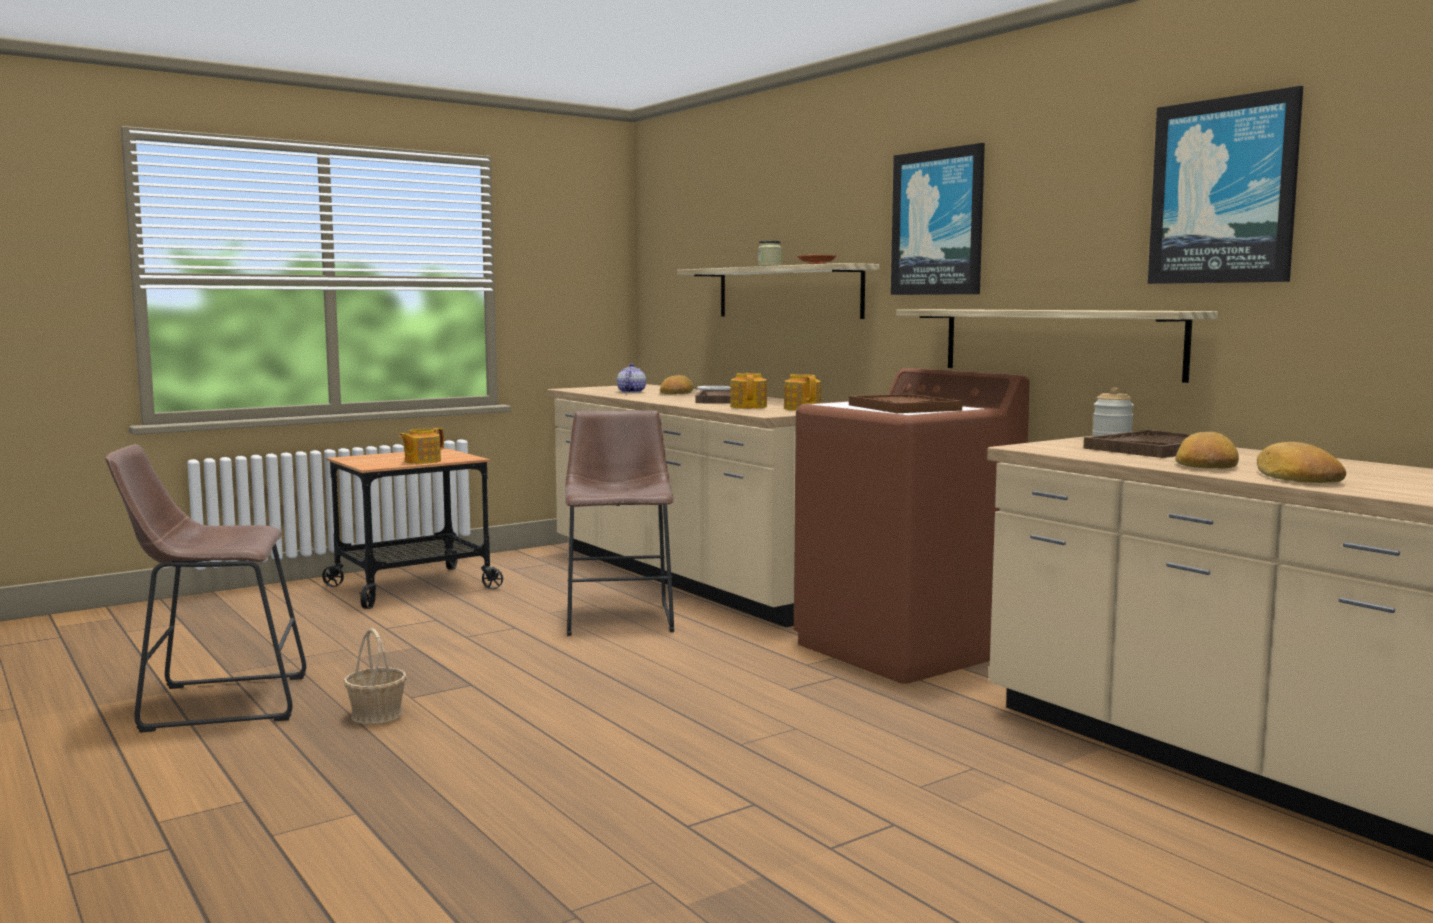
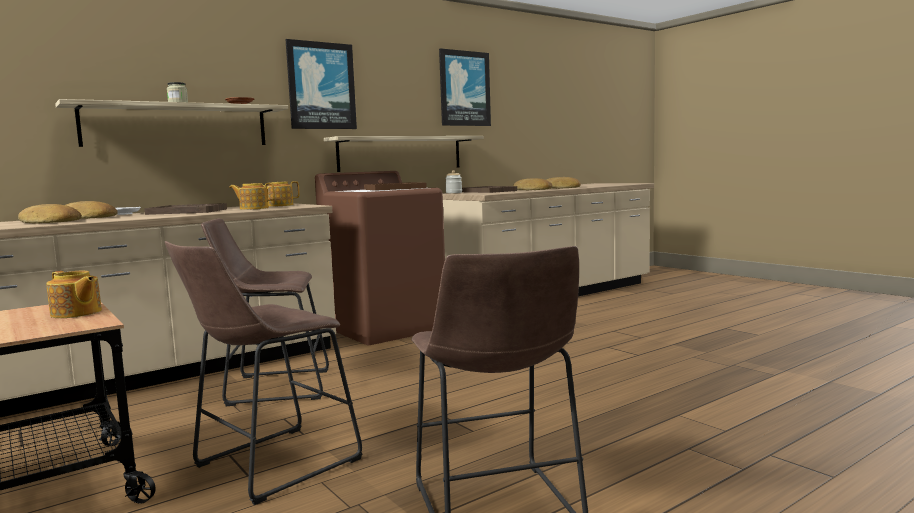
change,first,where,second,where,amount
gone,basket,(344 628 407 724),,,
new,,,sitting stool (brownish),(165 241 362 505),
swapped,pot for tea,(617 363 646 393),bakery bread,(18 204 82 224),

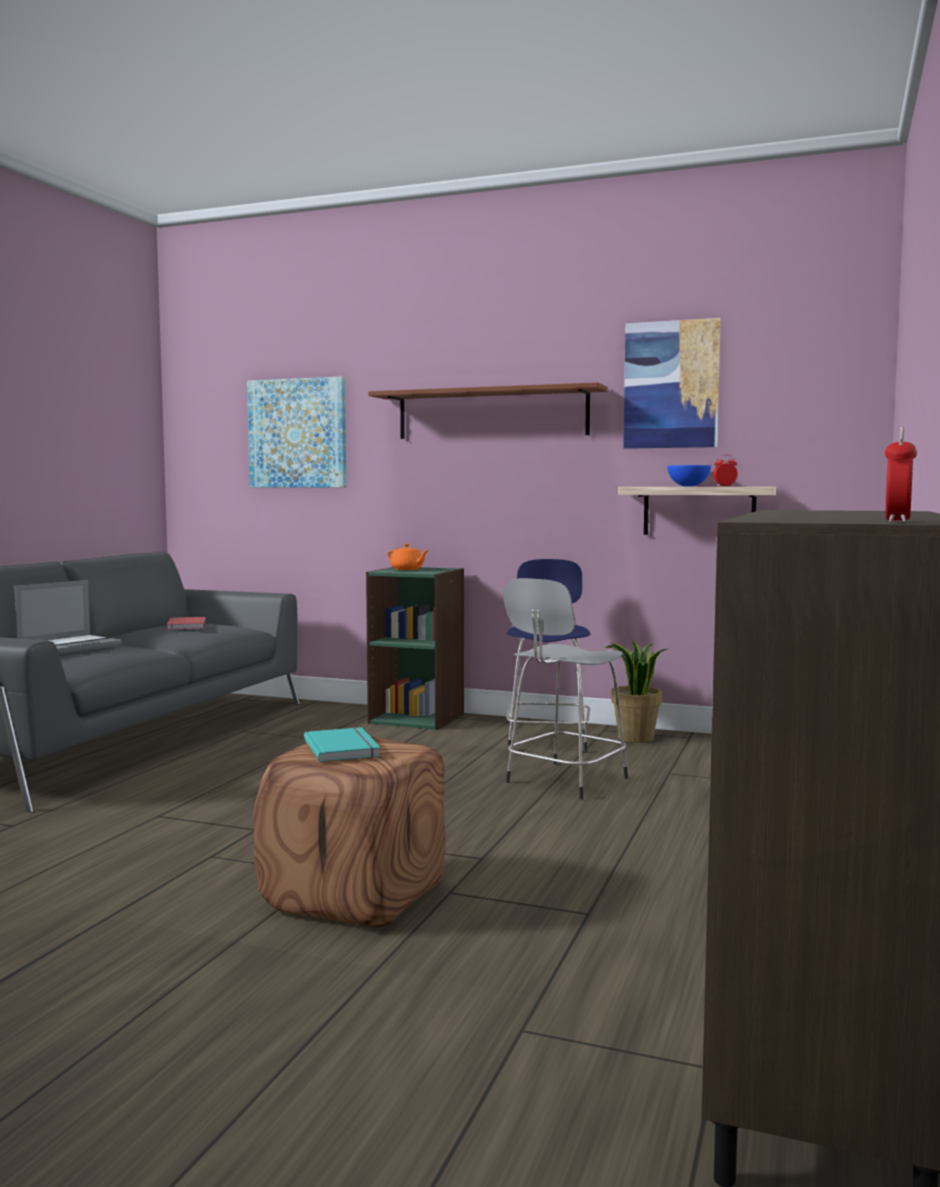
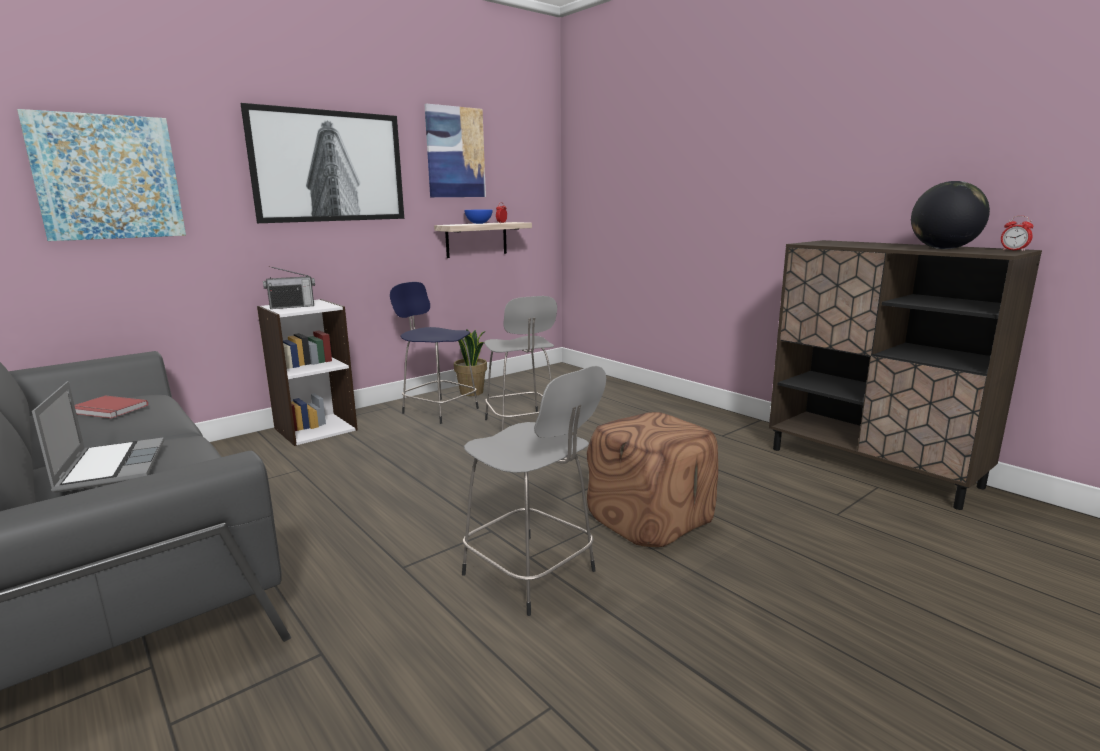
change,first,where,second,where,amount
gone,book (turquoise-coloured),(304 727 381 762),,,
new,,,sitting stool (grey),(462 366 606 616),
new,,,globe,(911 181 990 249),
swapped,bracket shelf (brownish),(368 382 608 439),wall picture,(240 103 404 223),
swapped,pot for tea (orange-coloured),(387 544 429 570),radio receiver,(263 266 315 309),
repainted,bookcase (green-coloured),(366 567 464 730),bookcase (white),(257 299 358 446),

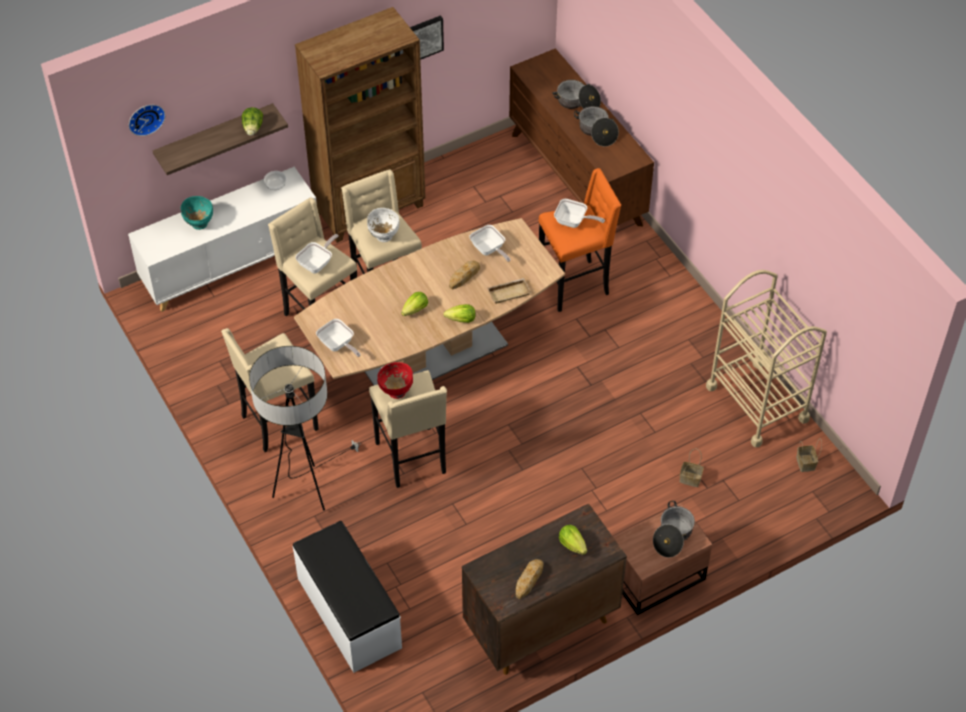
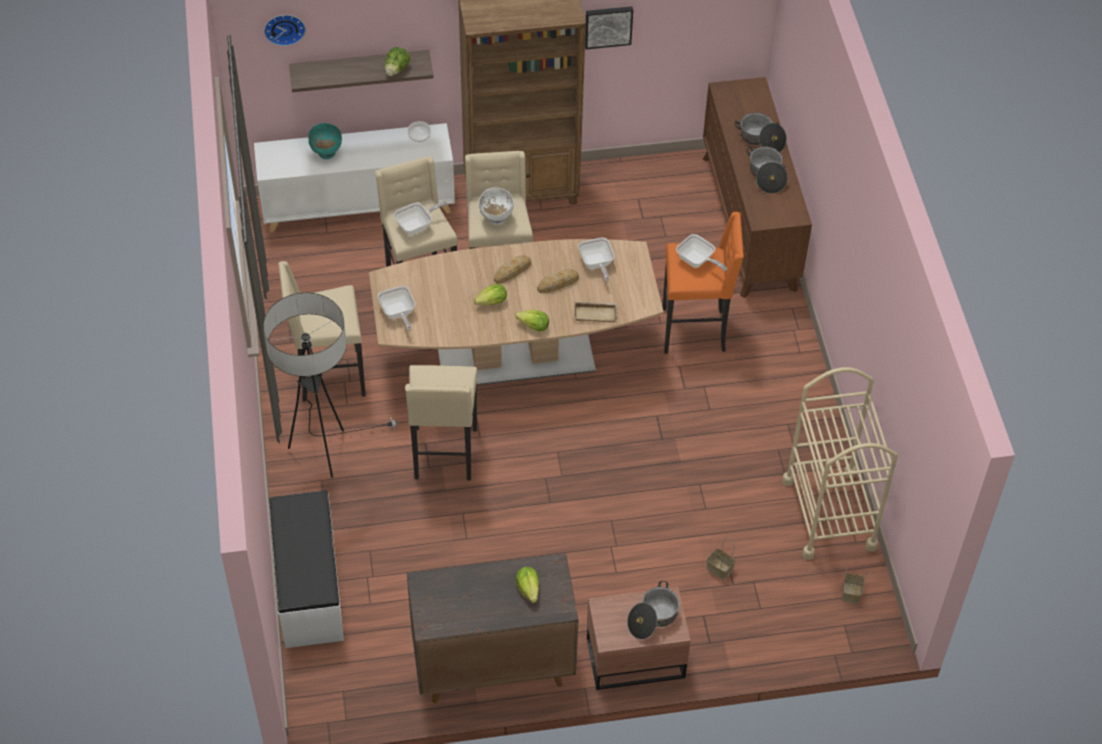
change,first,where,second,where,amount
gone,serving bowl (red-coloured),(377 362 413 399),,,
shifted,bakery bread,(516 559 543 599),,(494 255 531 284),

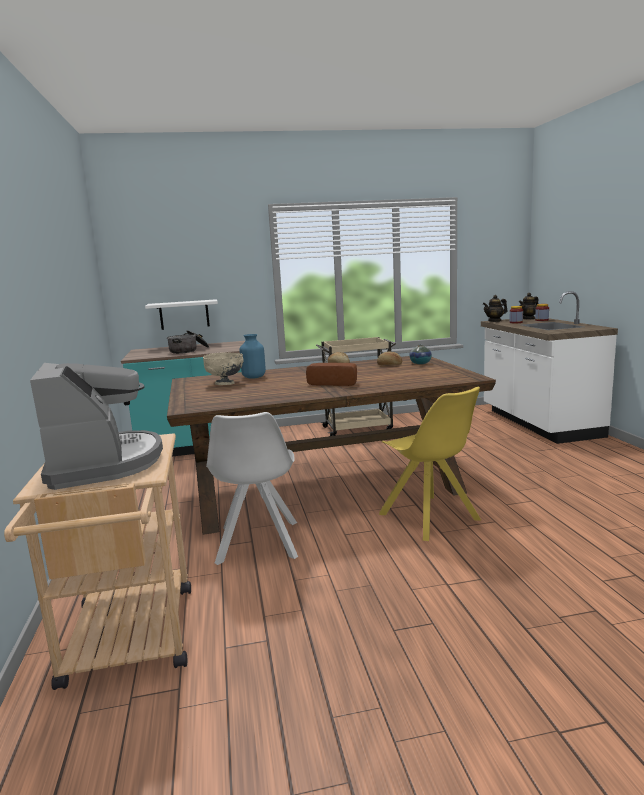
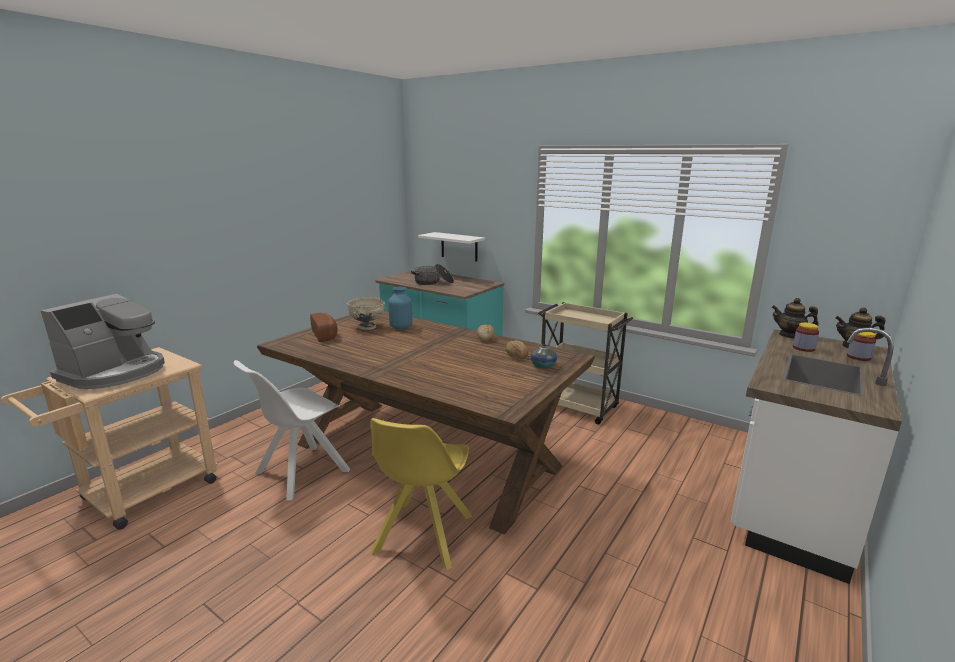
change,first,where,second,where,amount
shifted,bakery bread,(306 363 357 386),,(310 313 338 342),

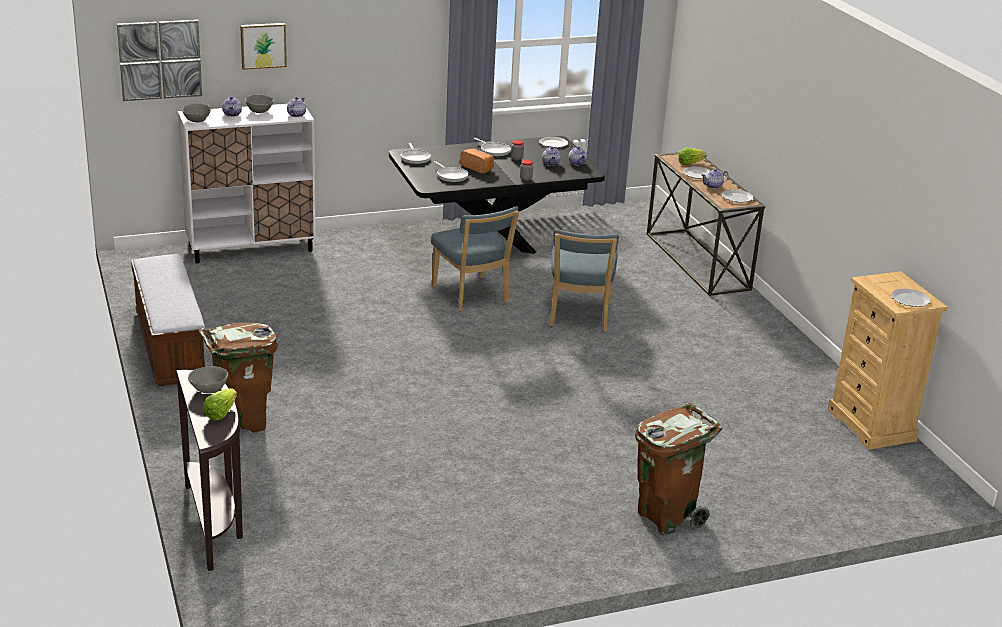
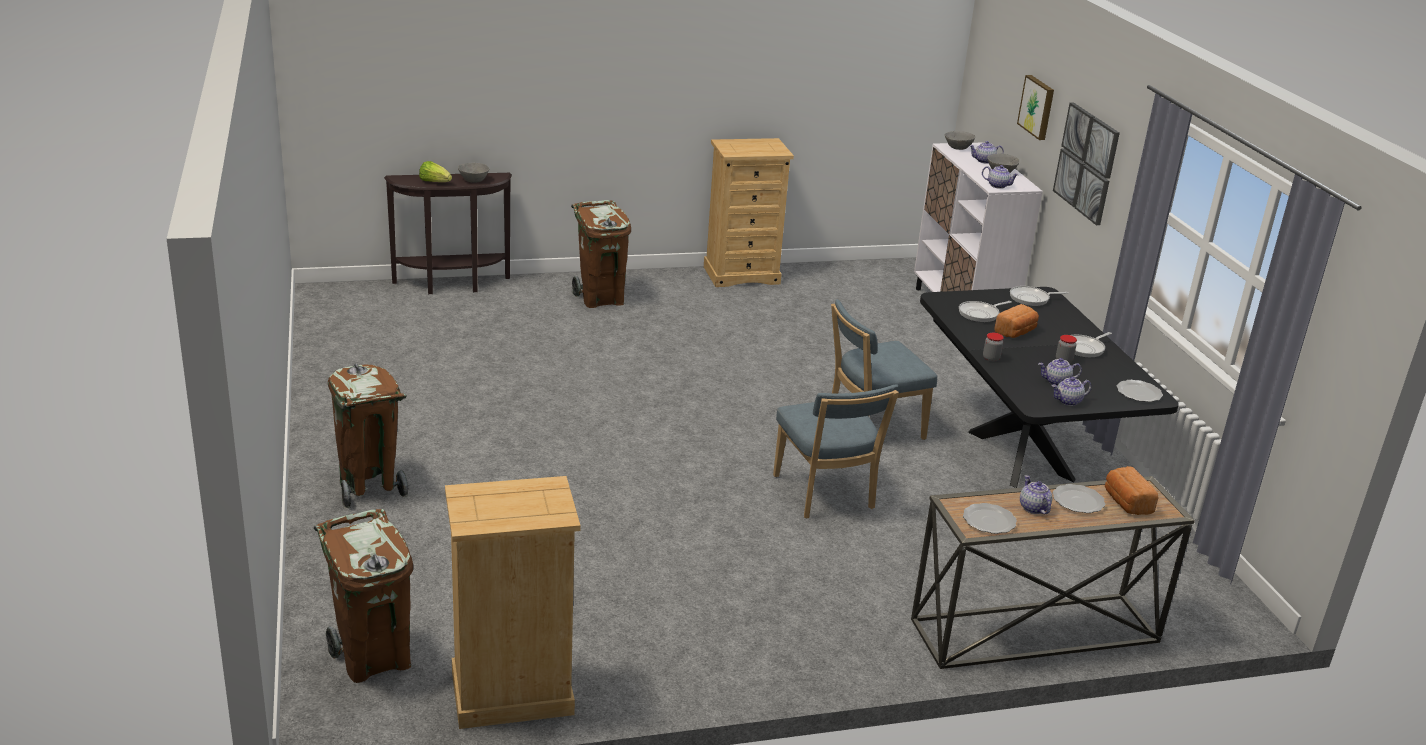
change,first,where,second,where,amount
gone,plate,(891 288 931 307),,,
new,,,waste bin (brownish),(314 509 413 683),
shifted,wall picture,(117 20 202 101),,(1053 102 1120 225),
swapped,bench,(131 254 205 386),drawer chest (sand-coloured),(704 138 794 287),
swapped,lettuce head,(678 148 706 165),bakery bread,(1105 466 1158 515),
rotated,chair (blue-coloured),(550 229 619 331),,(773 384 899 518),120 degrees counterclockwise

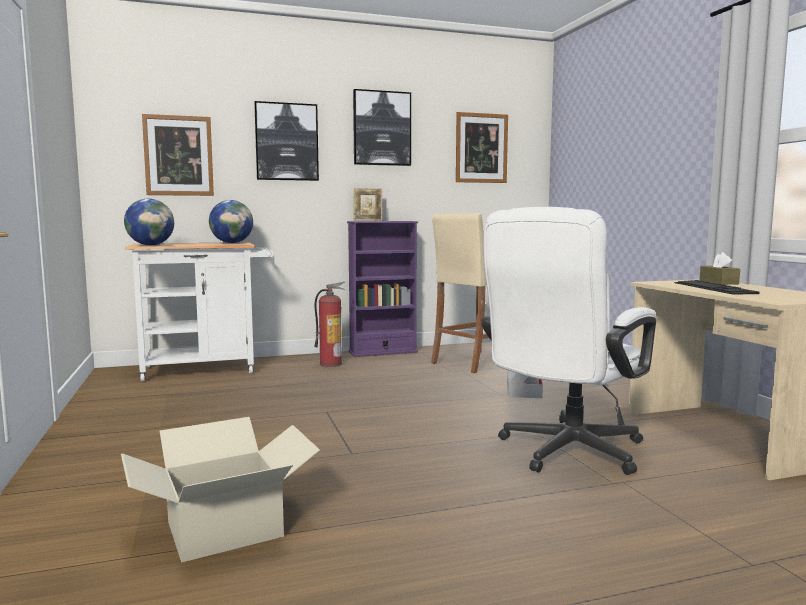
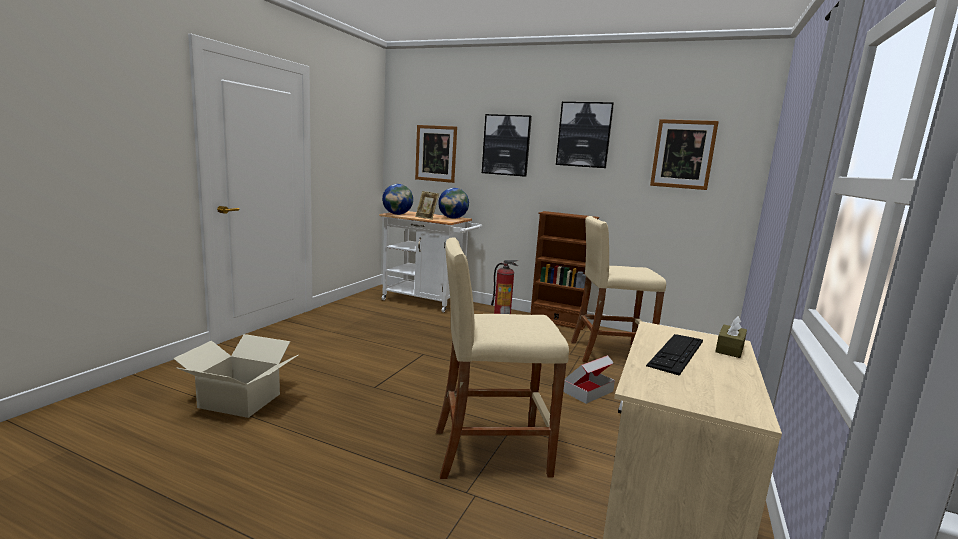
change,first,where,second,where,amount
shifted,picture frame,(354 188 382 221),,(415 191 439 220),
swapped,office chair (white),(481 207 656 475),sitting stool (sand-coloured),(436 237 569 479),
repainted,bookcase (purple),(347 221 418 357),bookcase (brownish),(530 211 599 330),

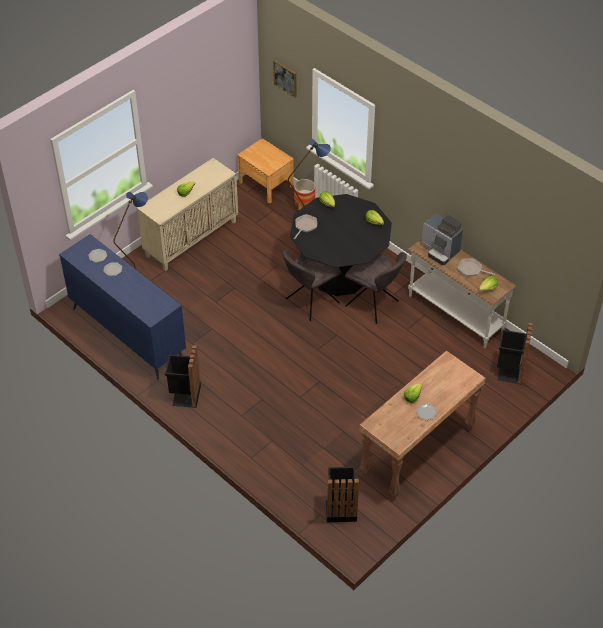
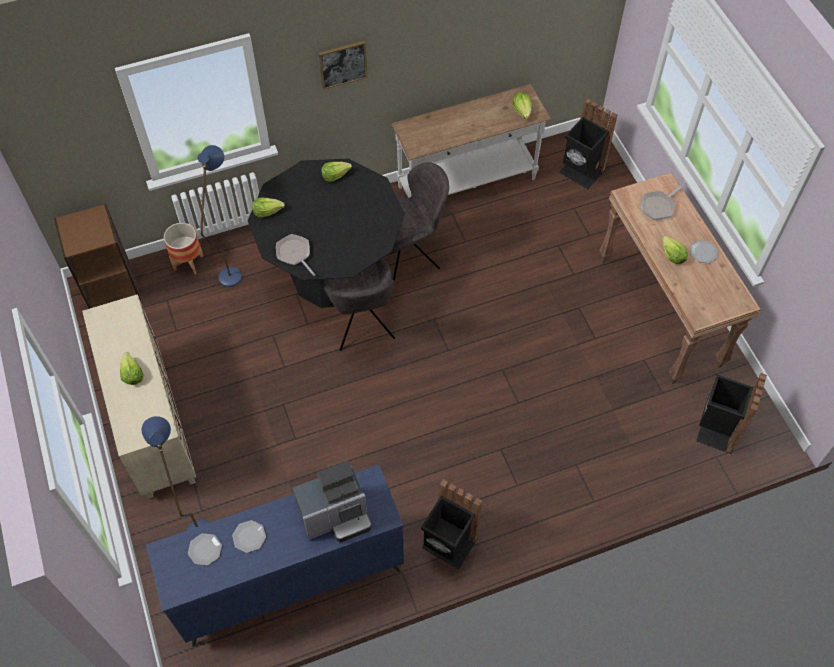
change,first,where,second,where,amount
shifted,wall picture,(273 60 296 98),,(319 41 368 90),
shifted,coffee brewer,(421 214 463 265),,(293 461 372 542),
shifted,skillet,(458 258 495 277),,(640 184 684 220),
swapped,night table (brownish),(238 138 294 204),bookcase (brownish),(54 204 141 309),

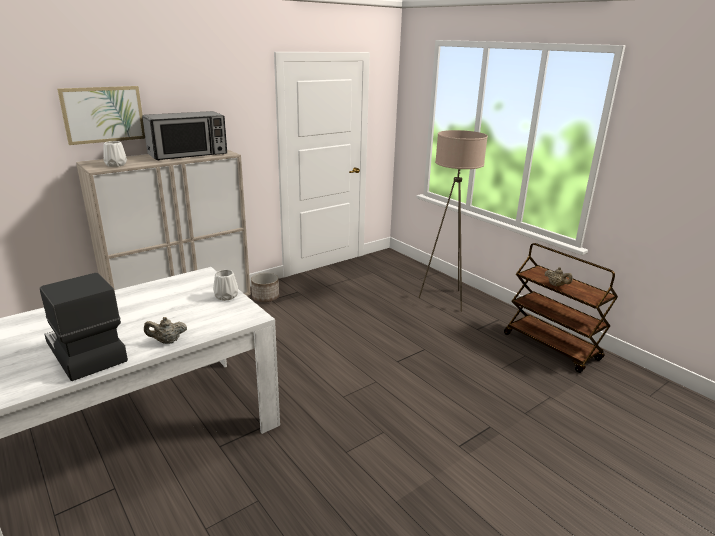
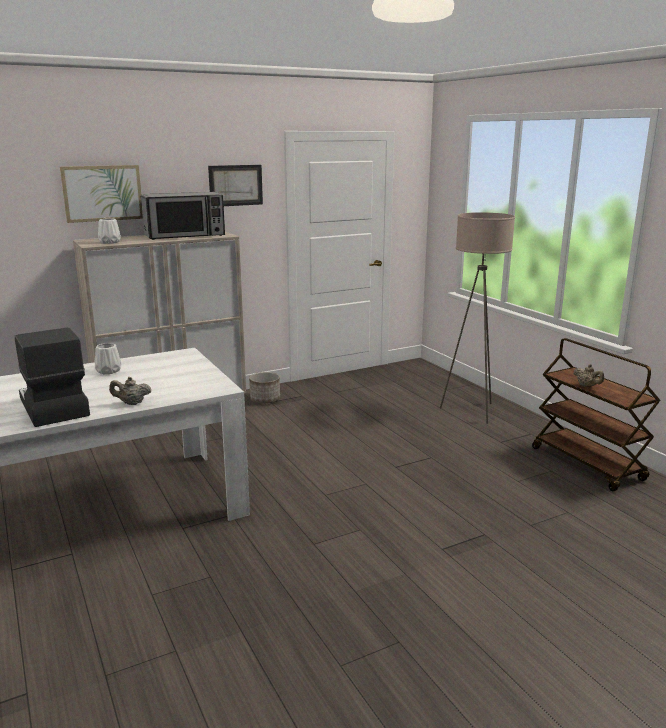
change,first,where,second,where,amount
new,,,wall picture,(208 165 263 206),
shifted,decorative vase (white),(213 270 238 301),,(95 343 121 374),

